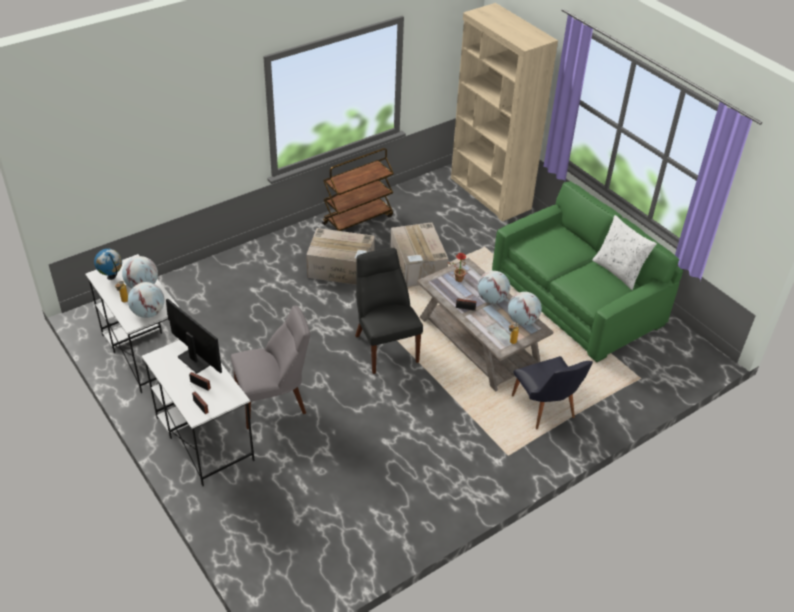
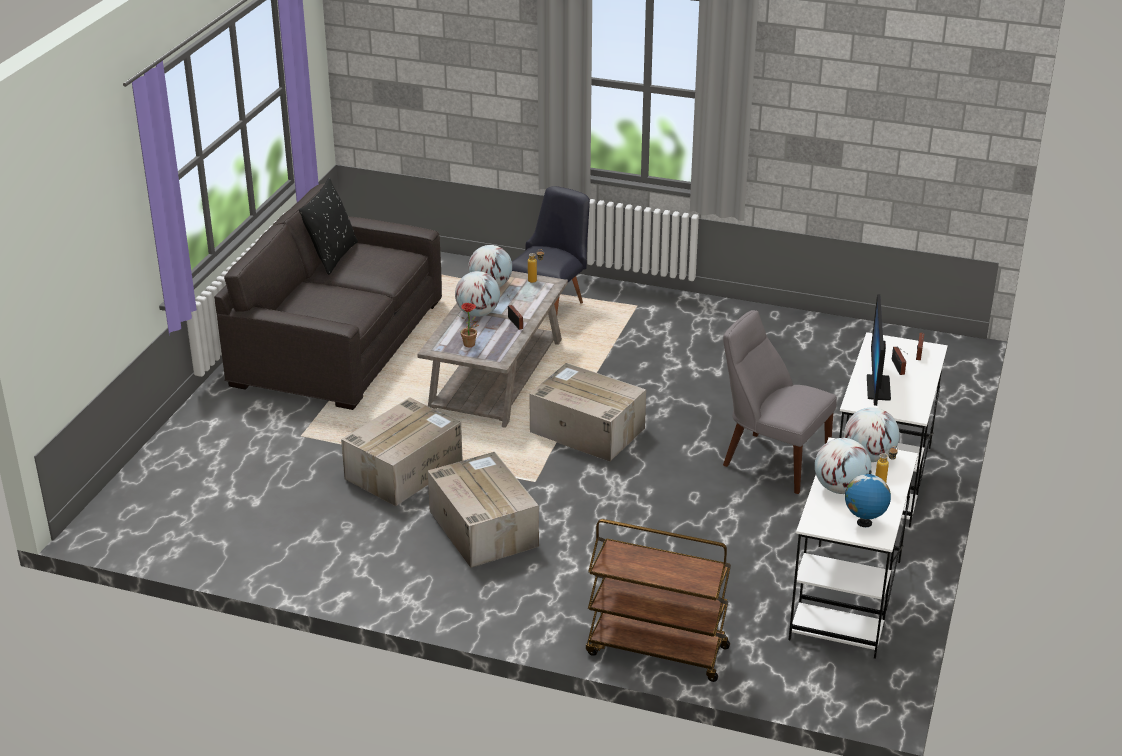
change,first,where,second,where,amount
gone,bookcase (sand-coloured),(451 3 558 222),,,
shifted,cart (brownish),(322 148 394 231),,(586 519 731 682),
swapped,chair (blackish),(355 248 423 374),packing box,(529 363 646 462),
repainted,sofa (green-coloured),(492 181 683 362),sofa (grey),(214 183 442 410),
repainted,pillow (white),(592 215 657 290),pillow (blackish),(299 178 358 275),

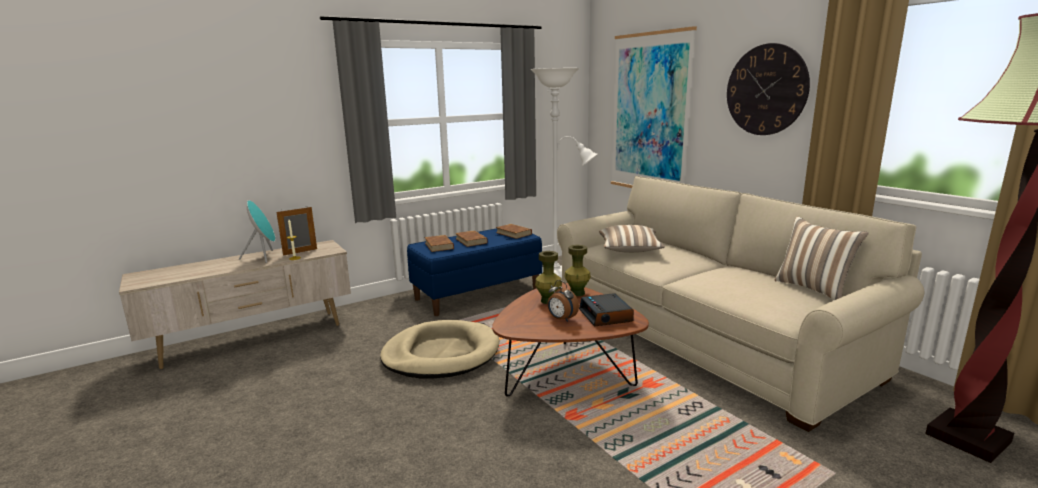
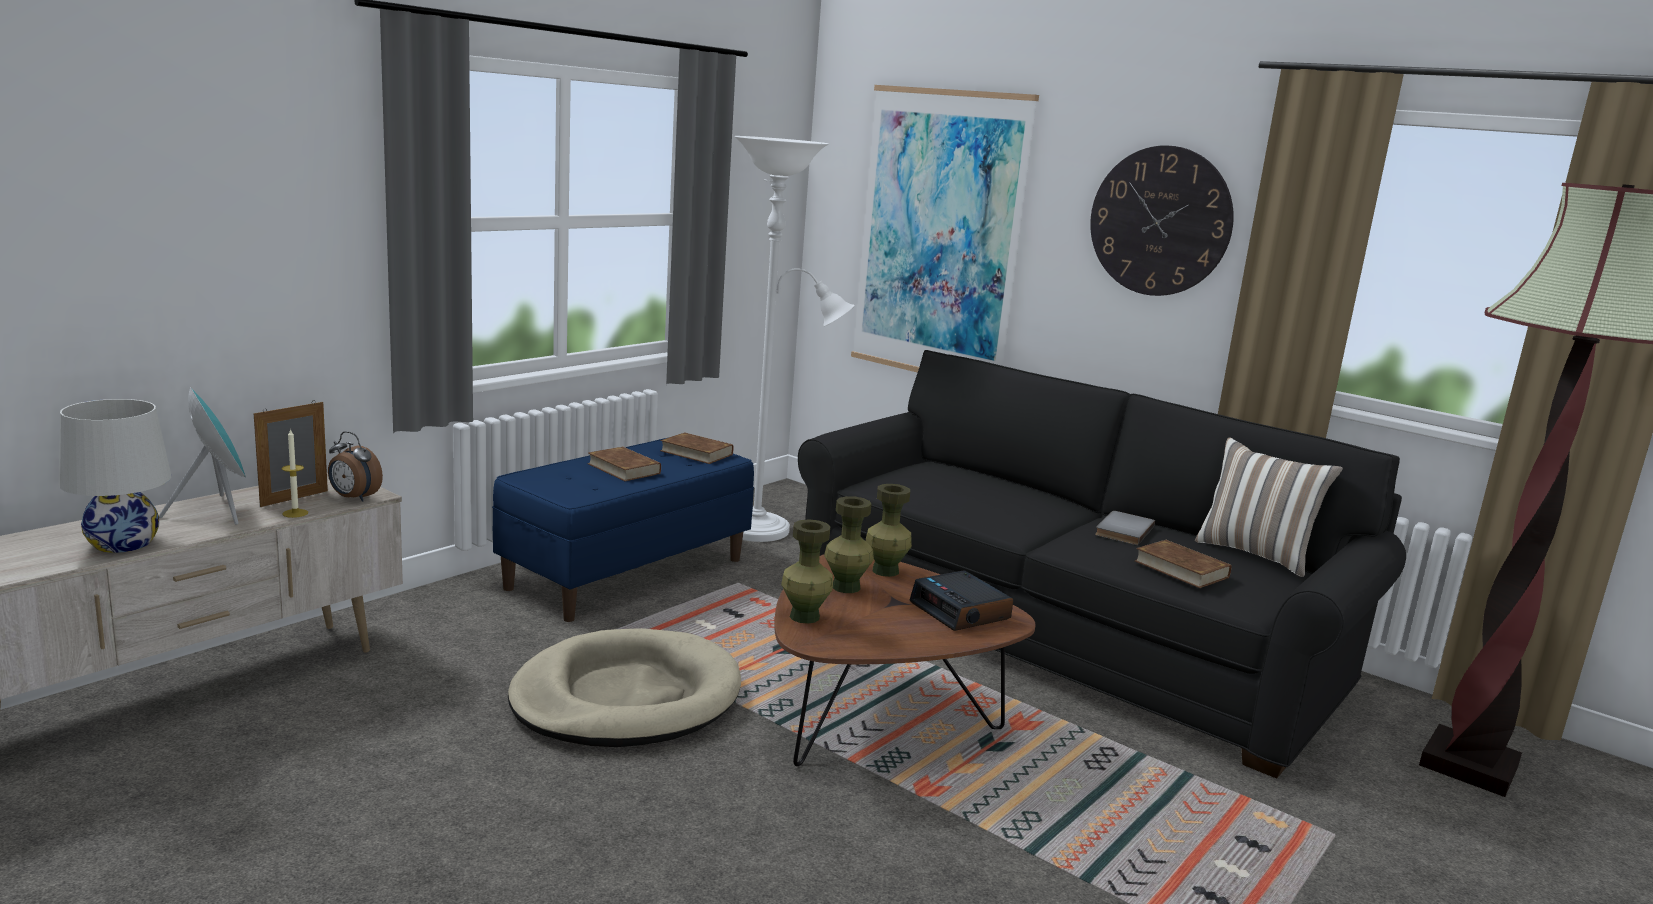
change,first,where,second,where,amount
gone,pillow,(599 225 665 253),,,
new,,,table lamp (white),(58 399 171 553),
new,,,decorative vase (green-coloured),(781 519 833 624),
new,,,book (grey),(1095 511 1155 545),
shifted,book (brownish),(424 235 454 252),,(1135 540 1232 588),
shifted,table clock,(548 280 579 322),,(328 431 383 502),
repainted,sofa (sand-coloured),(557 176 924 432),sofa (blackish),(798 350 1406 778),

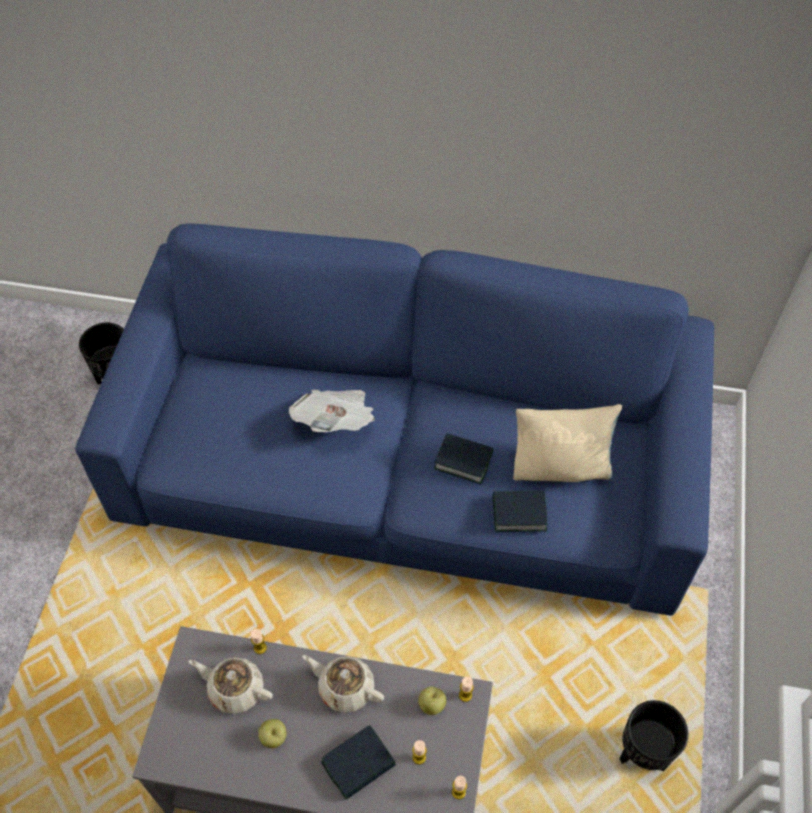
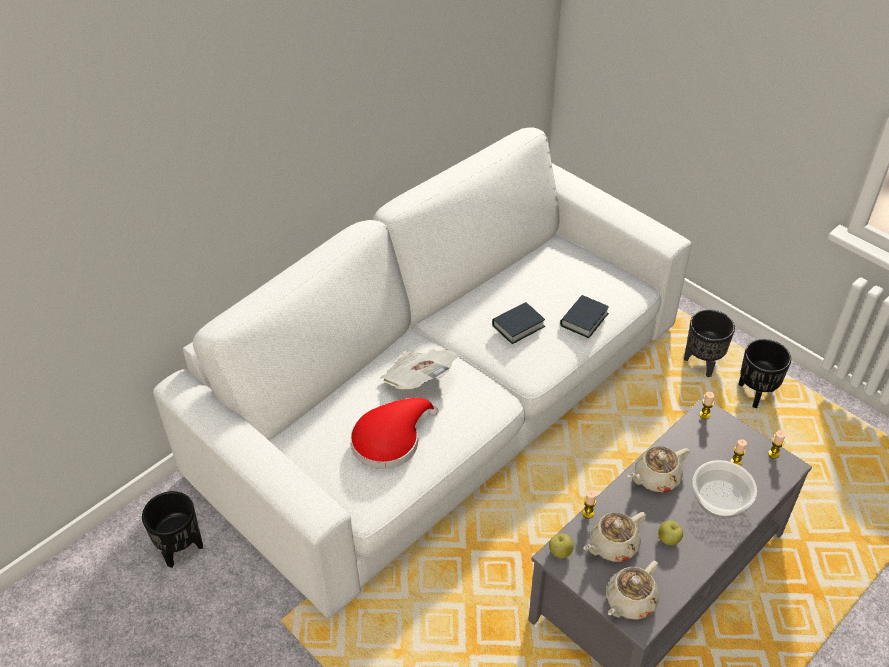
change,first,where,second,where,amount
gone,pillow (sand-coloured),(513 404 622 482),,,
new,,,hat (red-coloured),(350 398 438 469),
new,,,pot for tea (sand-coloured),(606 561 659 620),
new,,,planter (blackish),(684 310 735 377),
shifted,apple fruit,(418 687 446 715),,(549 533 574 558),
swapped,book,(321 725 396 800),serving bowl,(692 460 757 519),
repainted,sofa (blue-coloured),(75 224 714 615),sofa (white),(153 128 691 618),

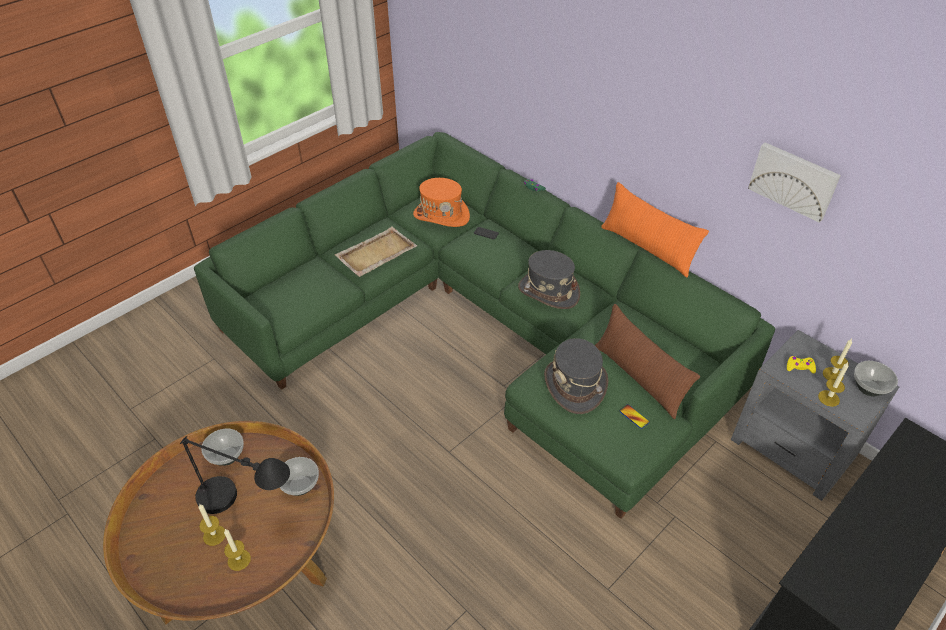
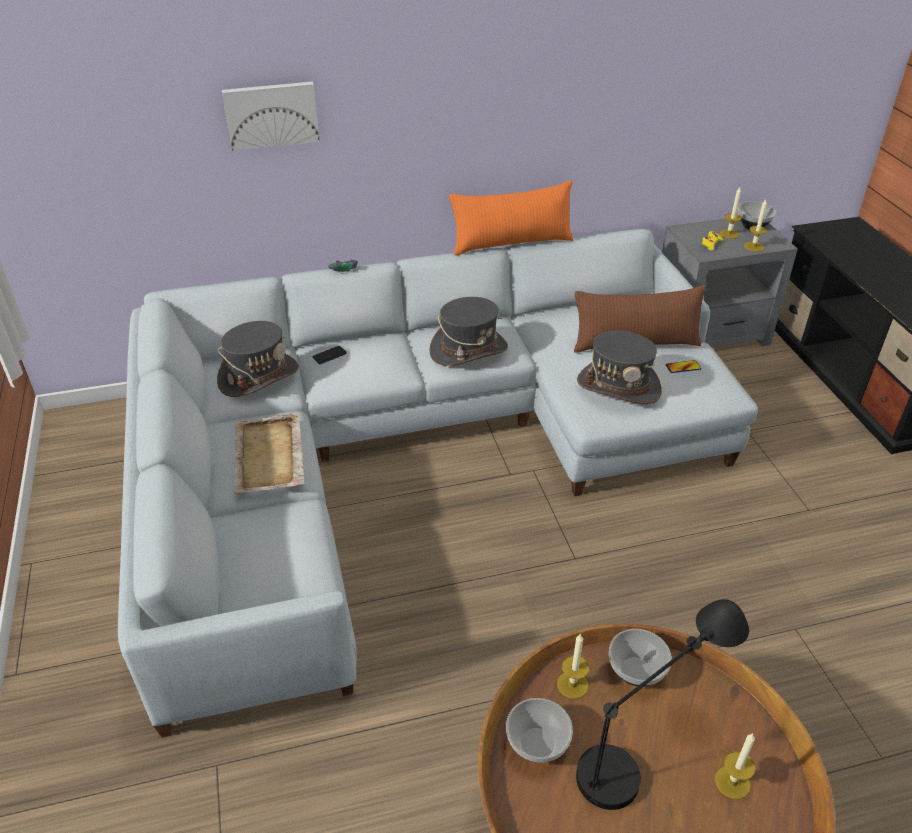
change,first,where,second,where,amount
shifted,wax candle,(198 504 225 546),,(557 633 589 699),
shifted,wall picture,(748 142 841 223),,(222 81 320 151),
repainted,sofa (green-coloured),(194 132 775 519),sofa (grey),(118 229 758 738),
repainted,hat (orange-coloured),(413 178 470 227),hat (grey),(217 321 299 397),

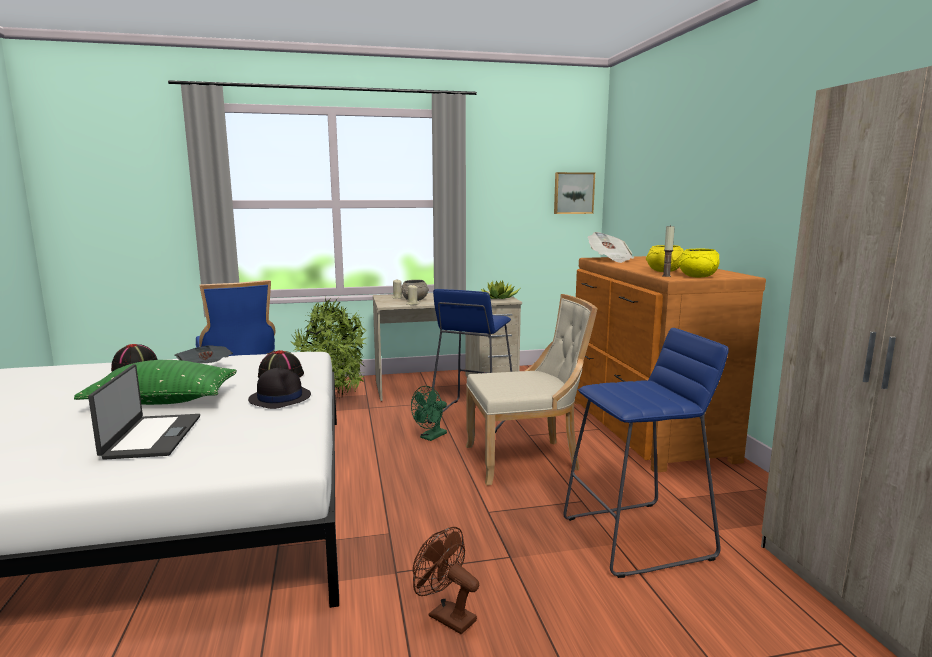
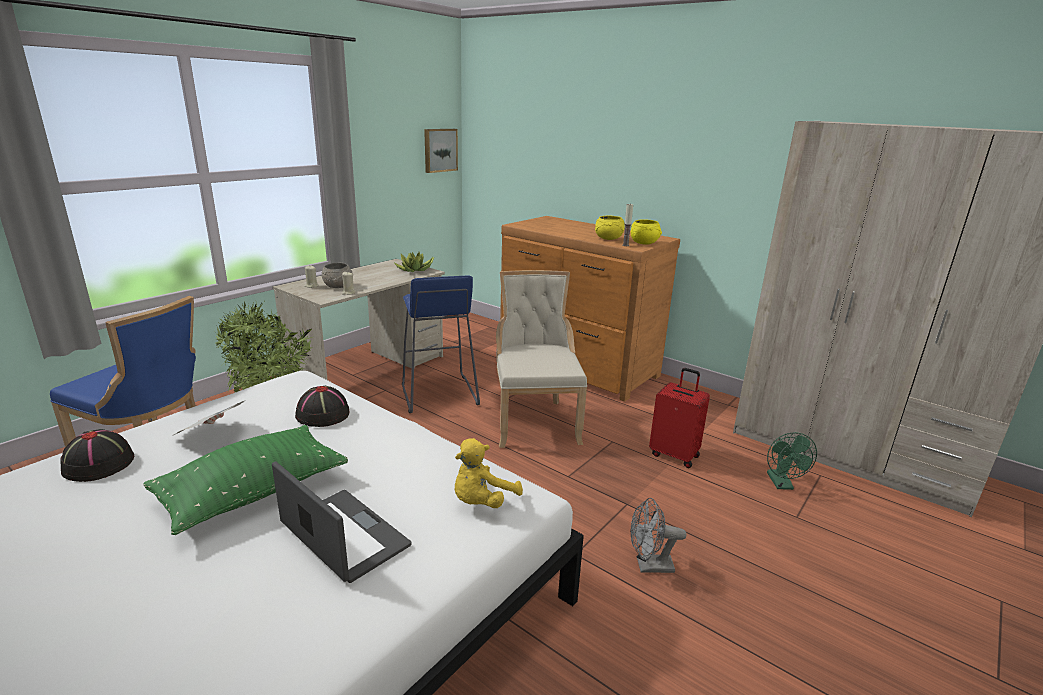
change,first,where,second,where,amount
gone,hat (blackish),(248 368 311 409),,,
gone,daily paper,(587 232 634 263),,,
new,,,soft toy (yellowish),(455 438 523 508),
shifted,electric fan (green-coloured),(411 386 447 441),,(767 432 817 490),
swapped,sitting stool (blue-coloured),(563 328 729 578),piece of luggage (red-coloured),(649 368 710 468),
repainted,electric fan (brownish),(413 527 479 634),electric fan (grey),(630 498 687 573),
rotated,chair (sand-coloured),(466 294 598 486),,(496 270 587 448),45 degrees counterclockwise

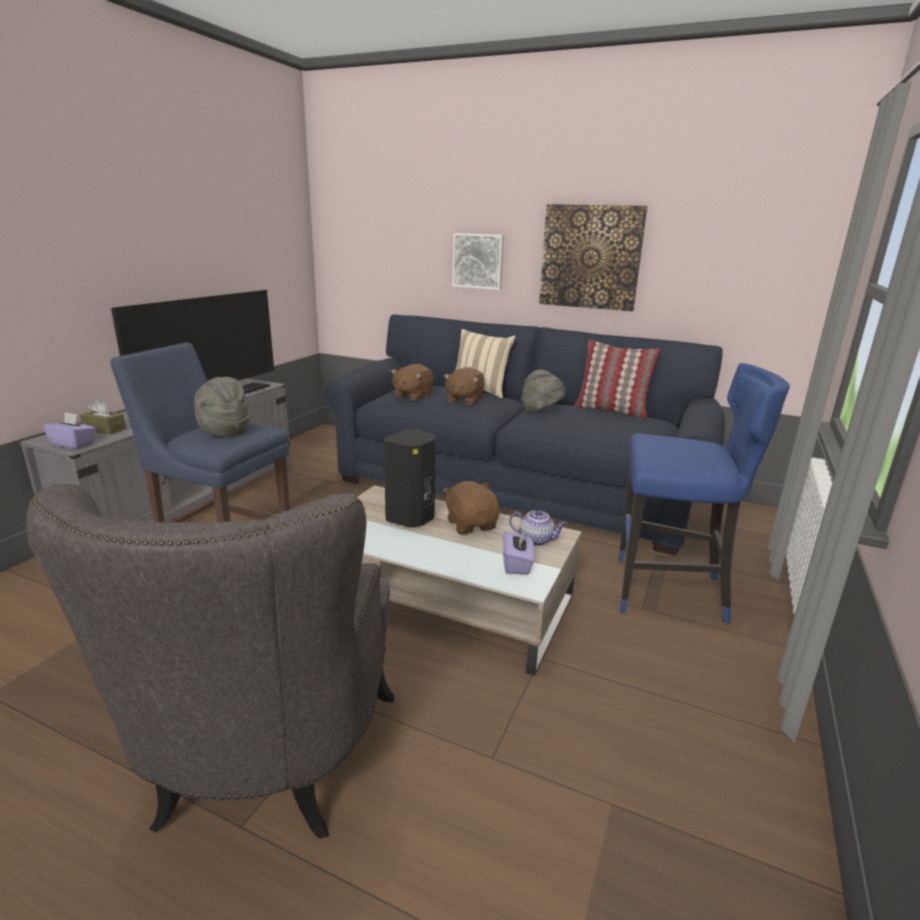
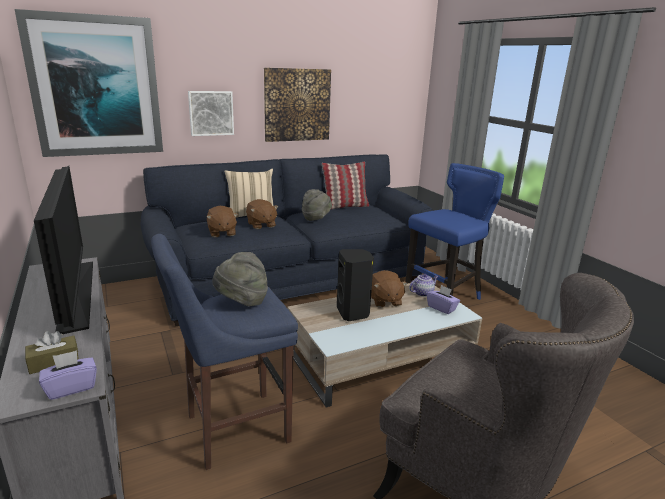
change,first,where,second,where,amount
new,,,wall picture,(15 9 163 157),
rotated,soft toy (brownish),(443 481 499 534),,(371 270 408 307),120 degrees counterclockwise

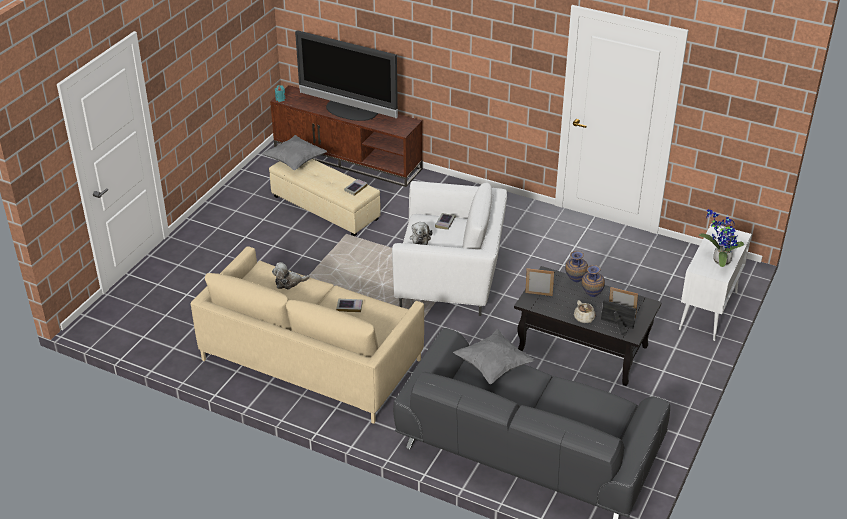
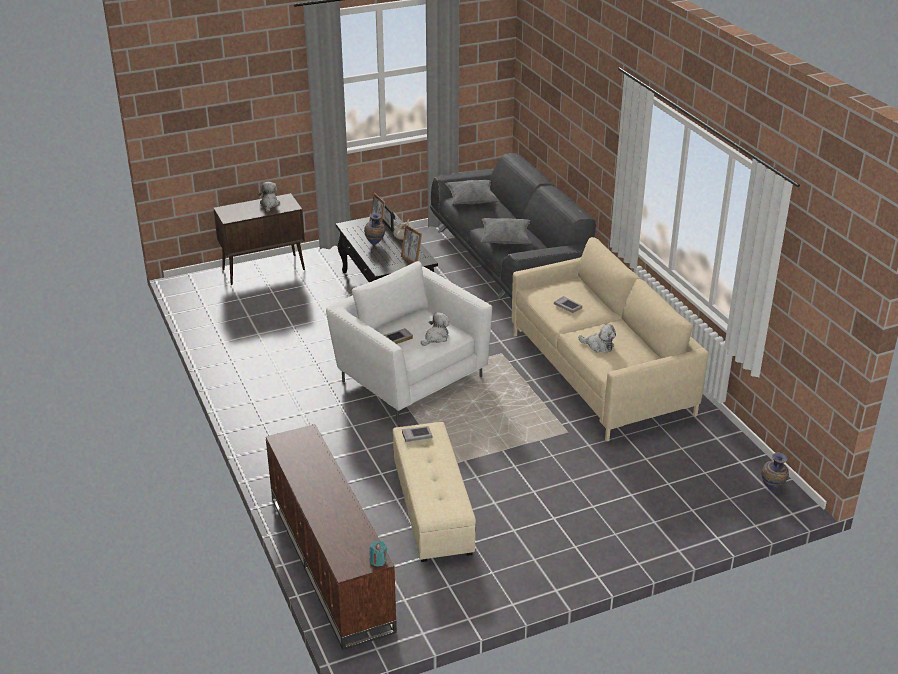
change,first,where,second,where,amount
gone,TV,(295 30 398 121),,,
shifted,pillow (grey),(262 135 327 170),,(445 180 500 205),
shifted,decorative vase,(565 251 588 283),,(762 452 789 489),
swapped,plant in a pot,(699 209 744 267),soft toy,(258 182 280 212),
repainted,storage cabinet (white),(679 223 752 341),storage cabinet (brownish),(213 193 305 285),

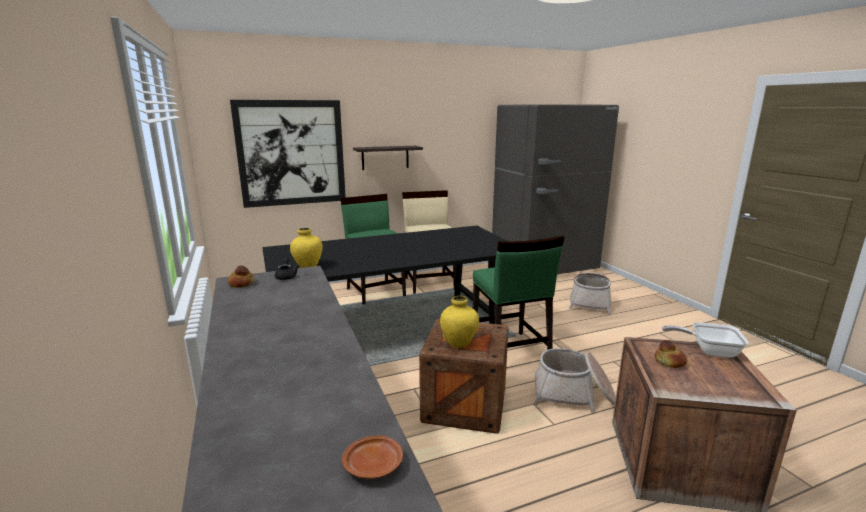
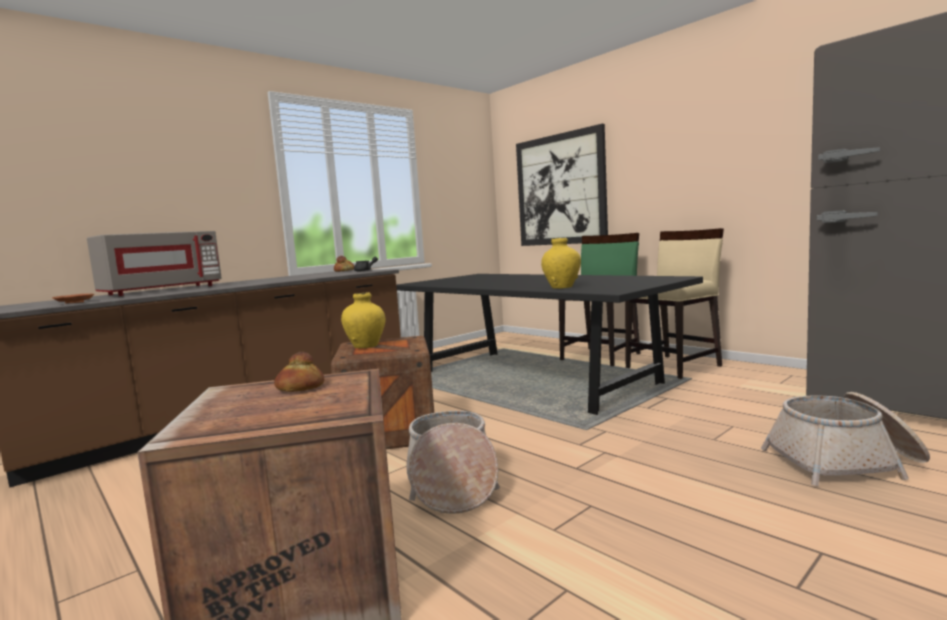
change,first,where,second,where,amount
gone,bracket shelf,(353 146 423 170),,,
gone,chair (green-coloured),(473 236 565 350),,,
gone,skillet,(662 322 749 358),,,
new,,,microwave (grey),(87 231 222 296),
shifted,decorative vase (yellowish),(290 228 323 268),,(541 238 581 289),

